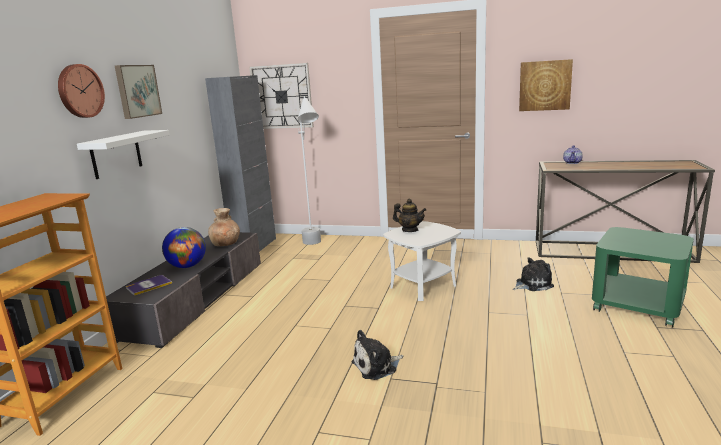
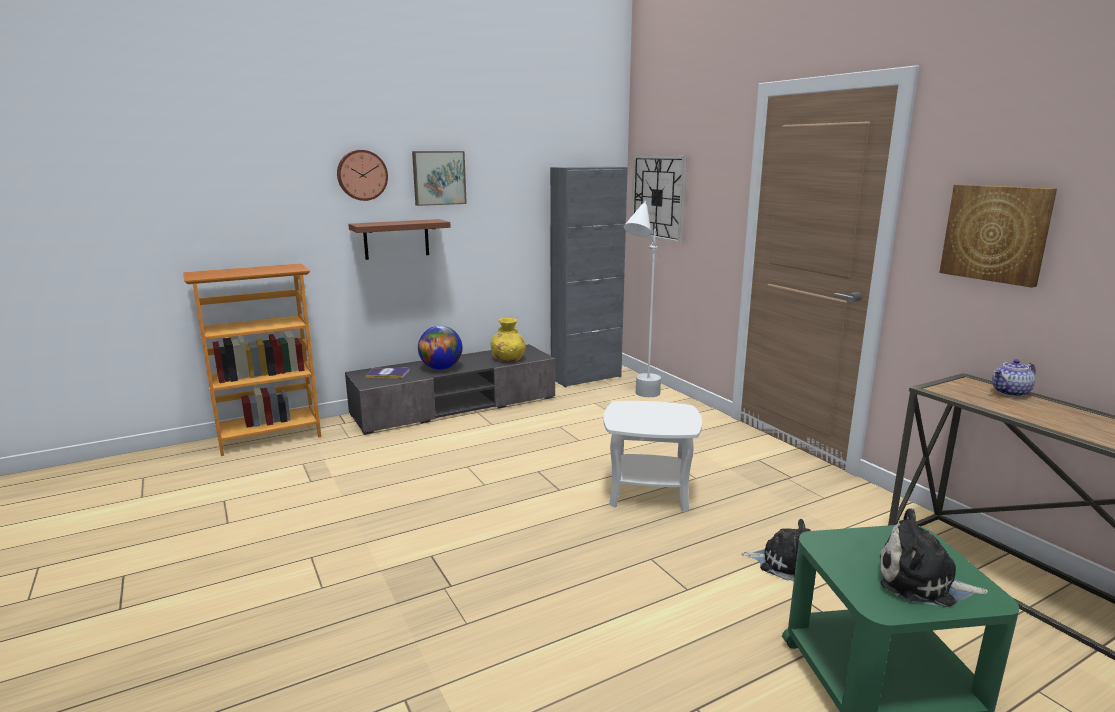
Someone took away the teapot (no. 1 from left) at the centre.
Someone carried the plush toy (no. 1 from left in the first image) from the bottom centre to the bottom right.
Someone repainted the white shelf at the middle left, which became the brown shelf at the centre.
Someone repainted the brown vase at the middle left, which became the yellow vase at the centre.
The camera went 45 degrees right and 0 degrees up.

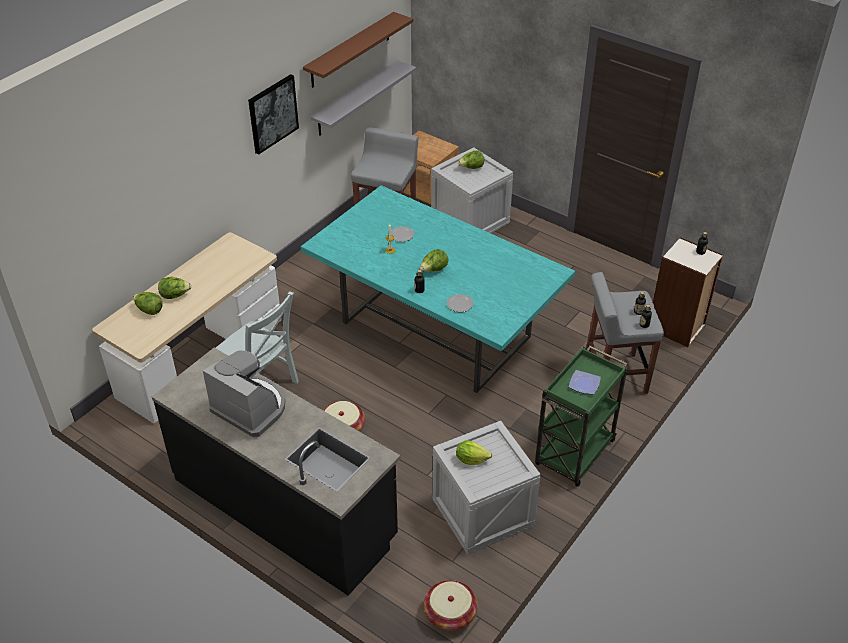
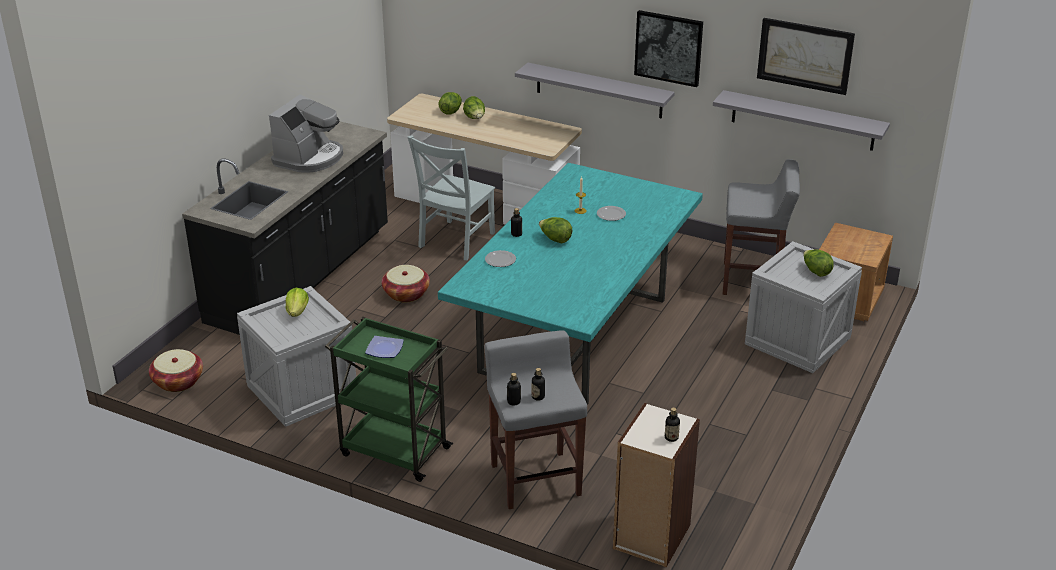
Someone put up the grey shelf (no. 1 from left) at the top centre.
Someone swapped the brown shelf at the top centre for the picture (no. 2 from left) at the top right.
The camera went 80 degrees right and 10 degrees down.

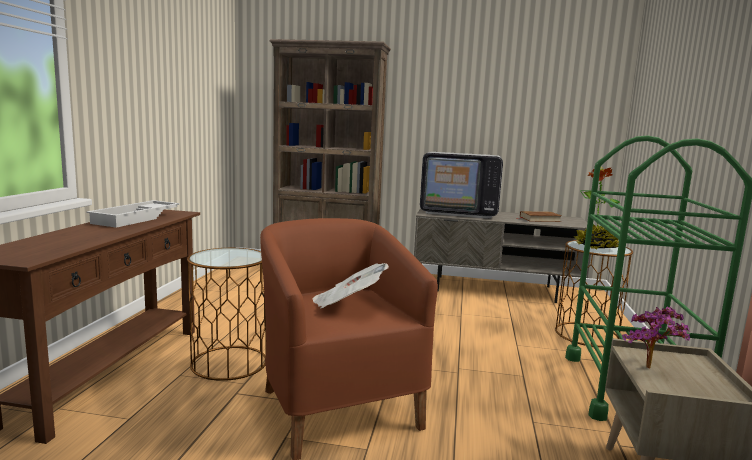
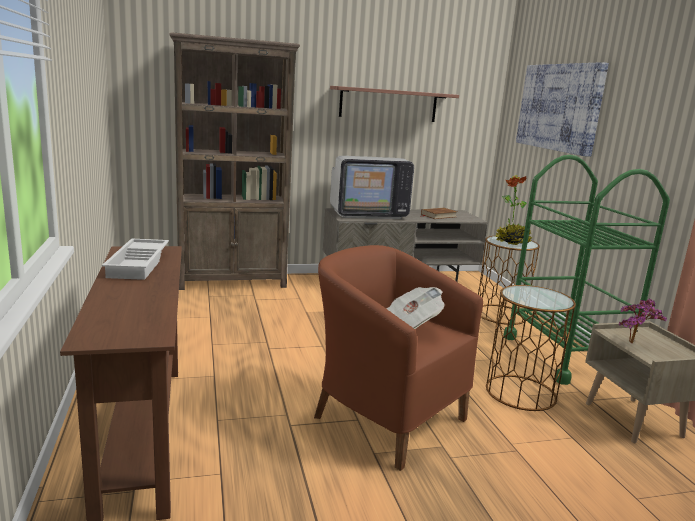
Someone put up the shelf at the top centre.
Someone put up the picture at the top right.
Someone carried the brown side table (no. 1 from left in the first image) from the bottom left to the bottom right.
The camera went 25 degrees left and 5 degrees up.

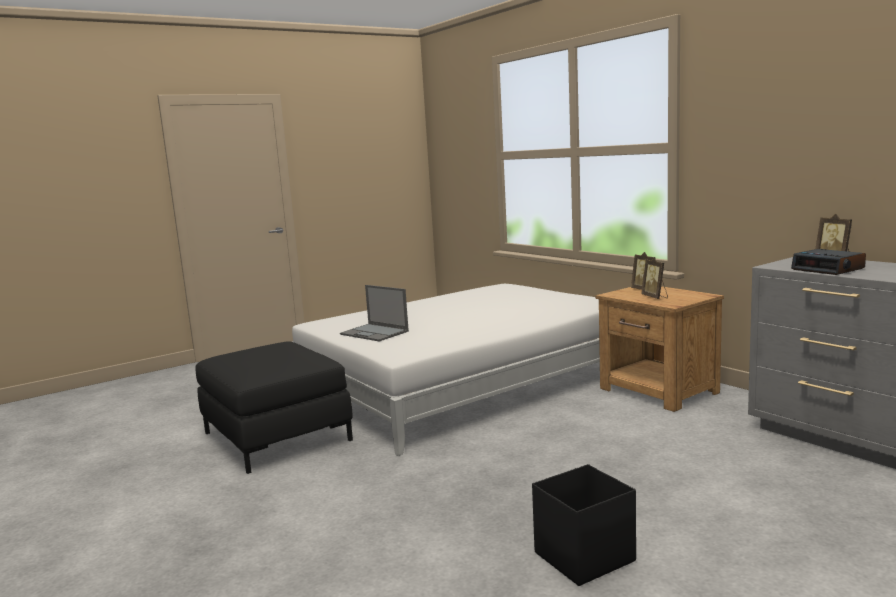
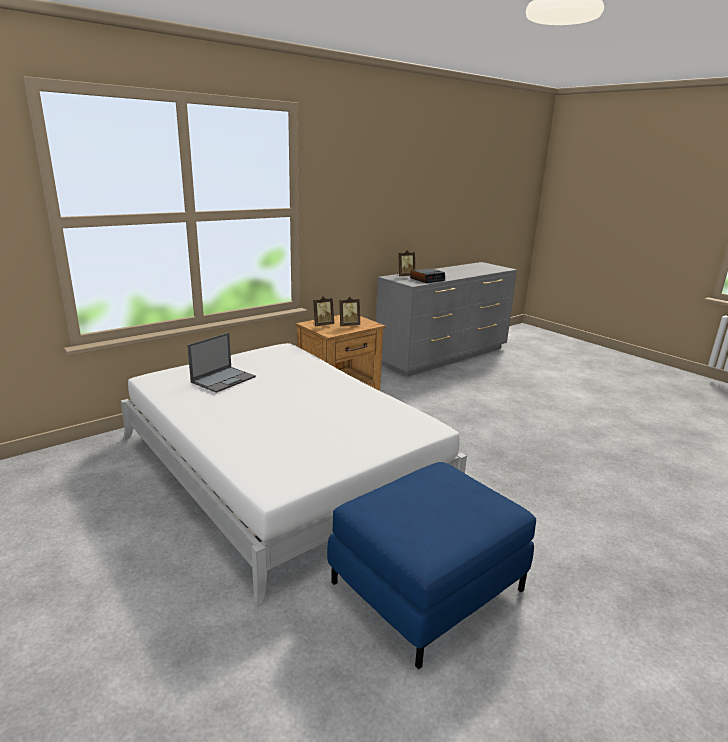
Someone took away the black storage box at the bottom centre.
Someone carried the laptop from the centre to the middle left.
Someone repainted the black ottoman at the bottom left, which became the blue ottoman at the bottom centre.
The camera went 95 degrees left and 10 degrees up.

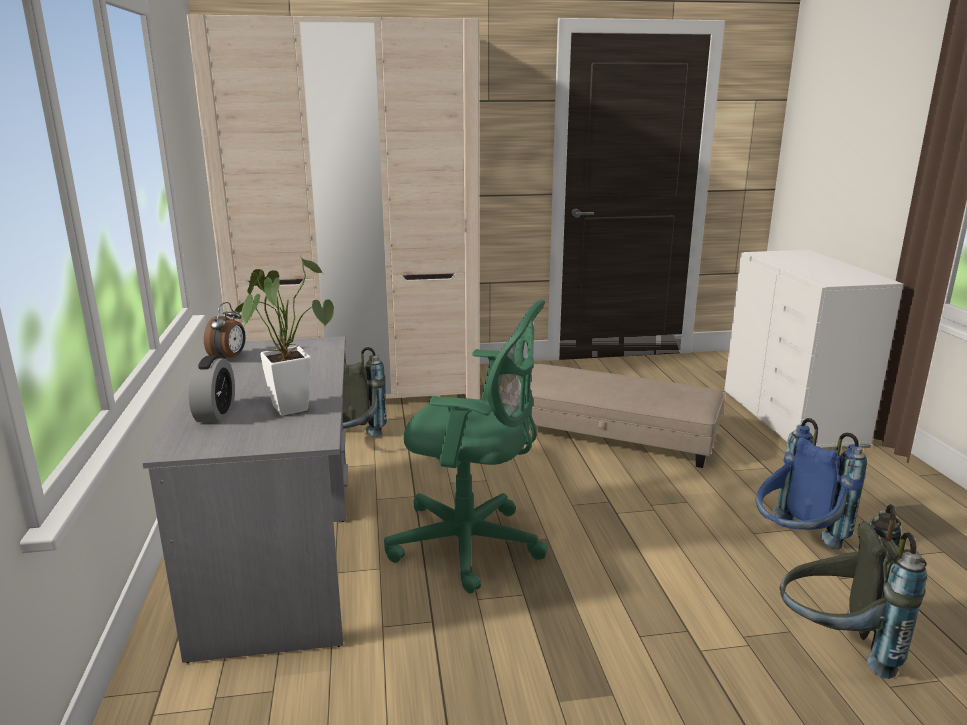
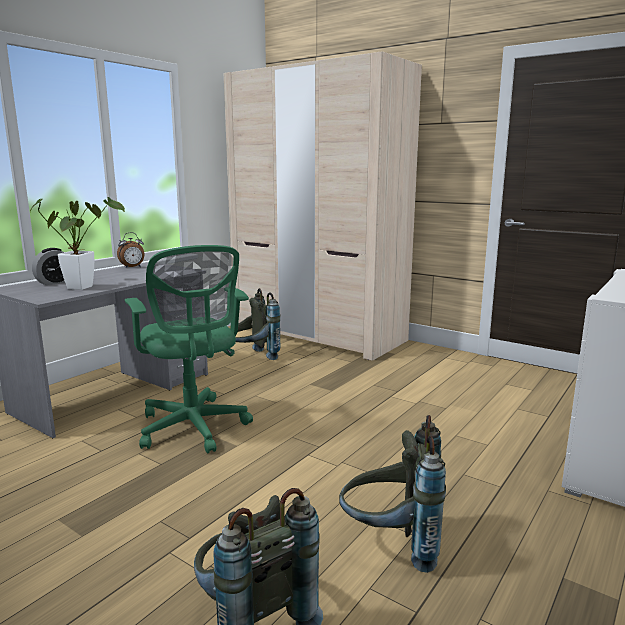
Someone took away the beige ottoman at the centre.
Someone repainted the blue backpack at the bottom right, which became the grey backpack (no. 3 from left) at the bottom centre.
The camera went 45 degrees right and 5 degrees down.

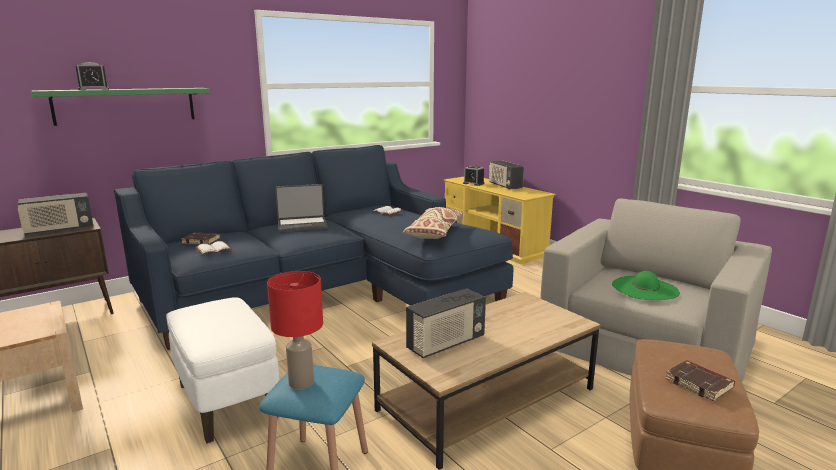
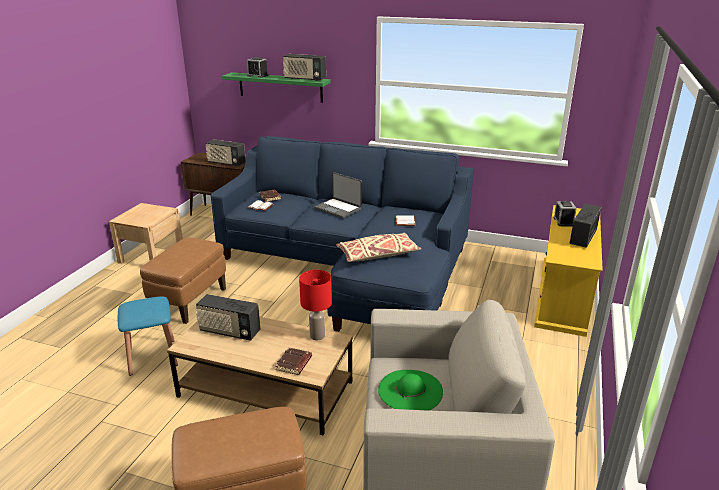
Someone put down the radio (no. 3 from left) at the top centre.
Someone carried the red table lamp from the bottom centre to the centre.
Someone carried the brown book (no. 2 from left) from the bottom right to the bottom centre.
Someone repainted the white ottoman at the bottom left, which became the brown ottoman (no. 1 from left) at the middle left.
The camera went 55 degrees right and 10 degrees up.

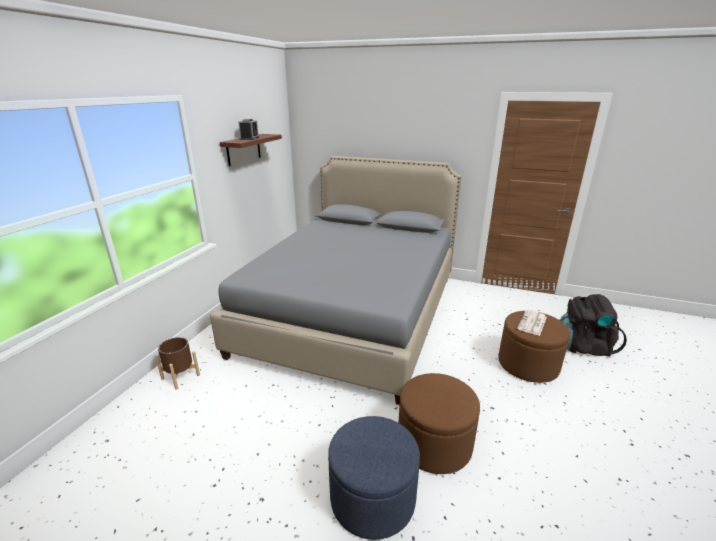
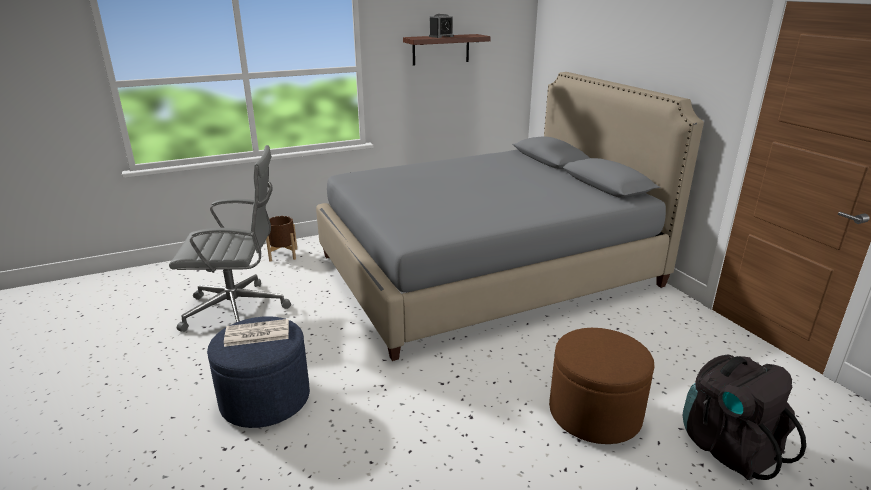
Someone took away the brown ottoman (no. 1 from left) at the bottom centre.
Someone put down the grey office chair at the middle left.
Someone carried the newspaper from the middle right to the bottom left.
The camera went 45 degrees right and 0 degrees up.

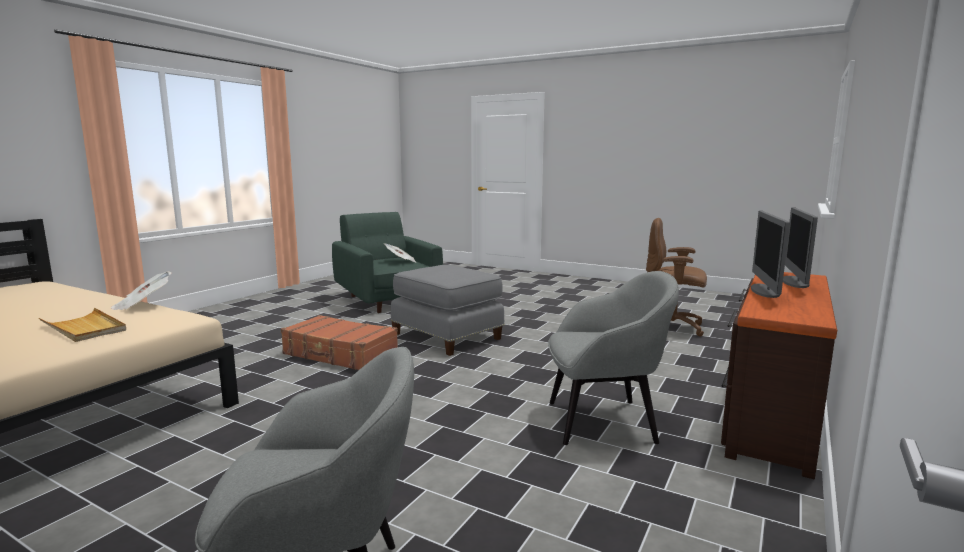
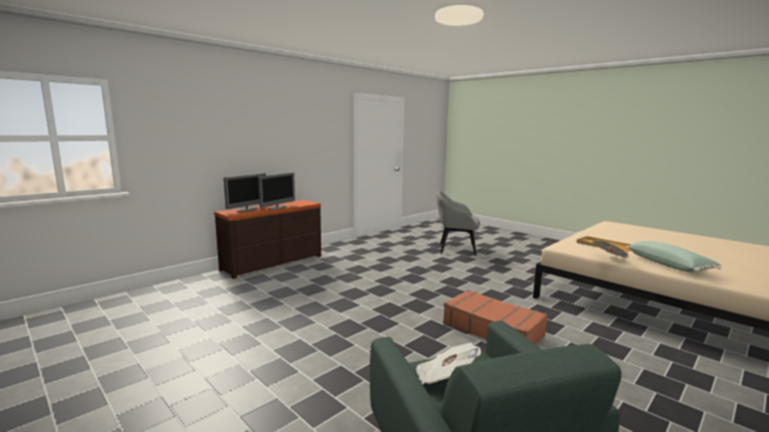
Someone took away the grey ottoman at the centre.
Someone took away the grey armchair (no. 2 from left) at the centre.
Someone took away the brown office chair at the middle right.
Someone put down the green pillow at the middle right.
The camera went 165 degrees left and 0 degrees up.

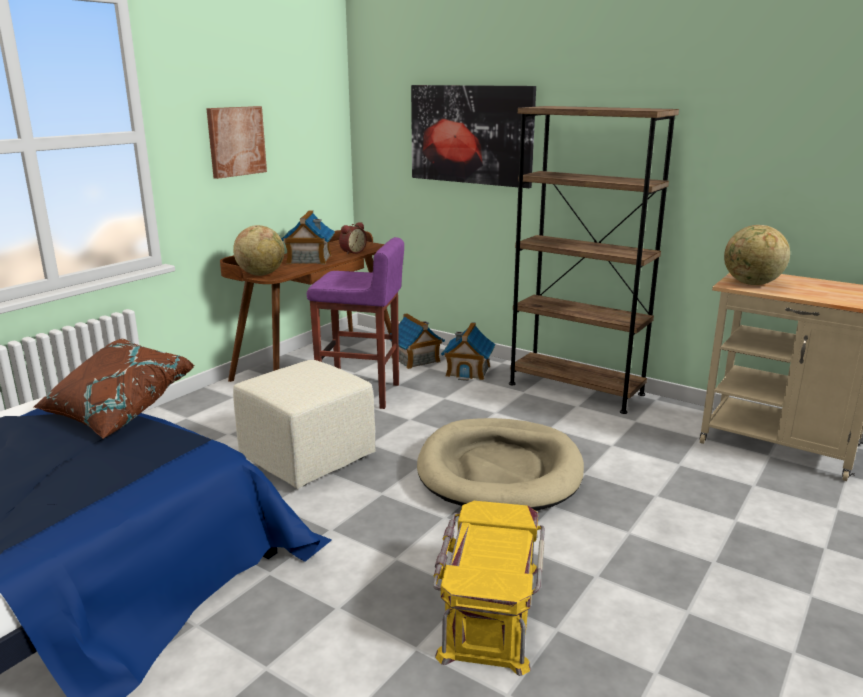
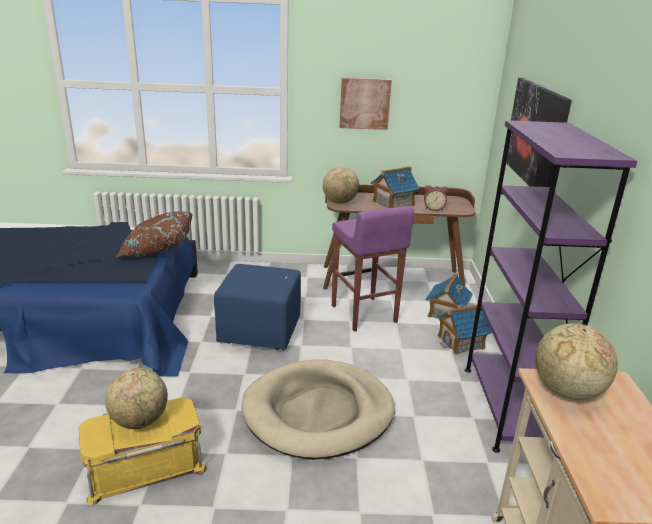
Someone put down the globe (no. 1 from left) at the bottom left.
Someone repainted the beige ottoman at the centre, which became the blue ottoman at the centre.
Someone repainted the brown bookcase at the middle right, which became the purple bookcase at the middle right.
The camera went 55 degrees right and 5 degrees up.

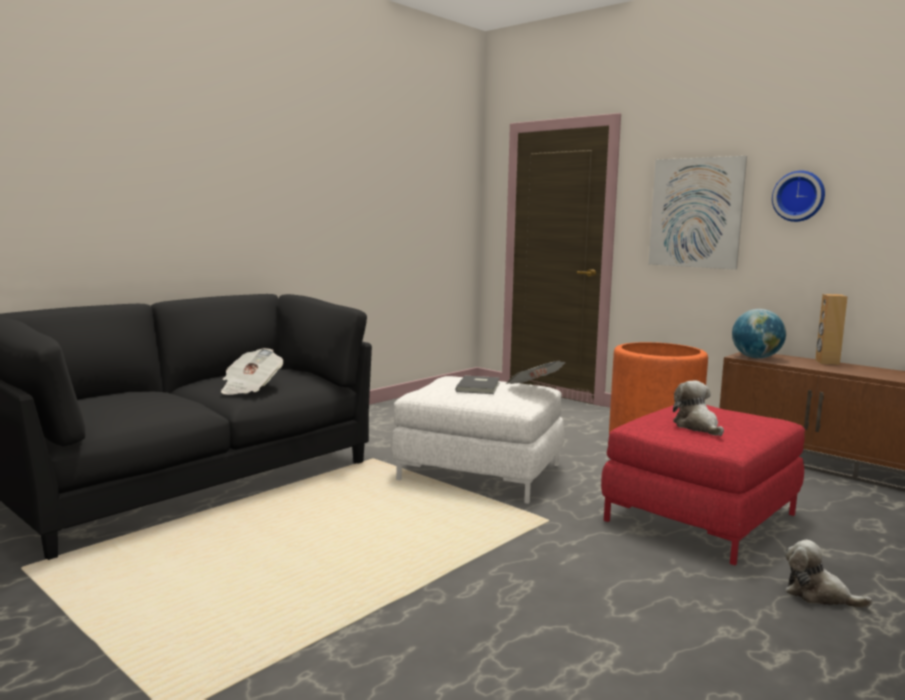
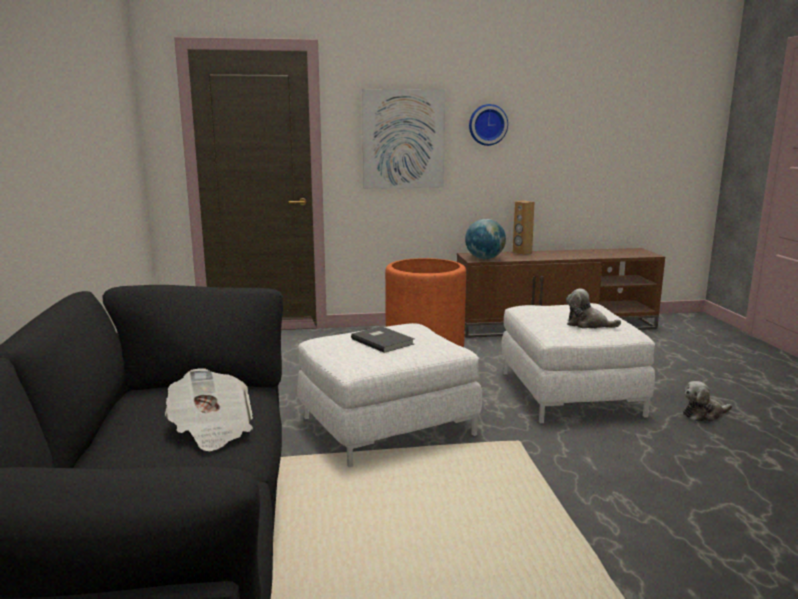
Someone took away the newspaper (no. 2 from left) at the centre.
Someone repainted the red ottoman at the bottom right, which became the white ottoman (no. 2 from left) at the middle right.
The camera went 50 degrees left and 5 degrees up.

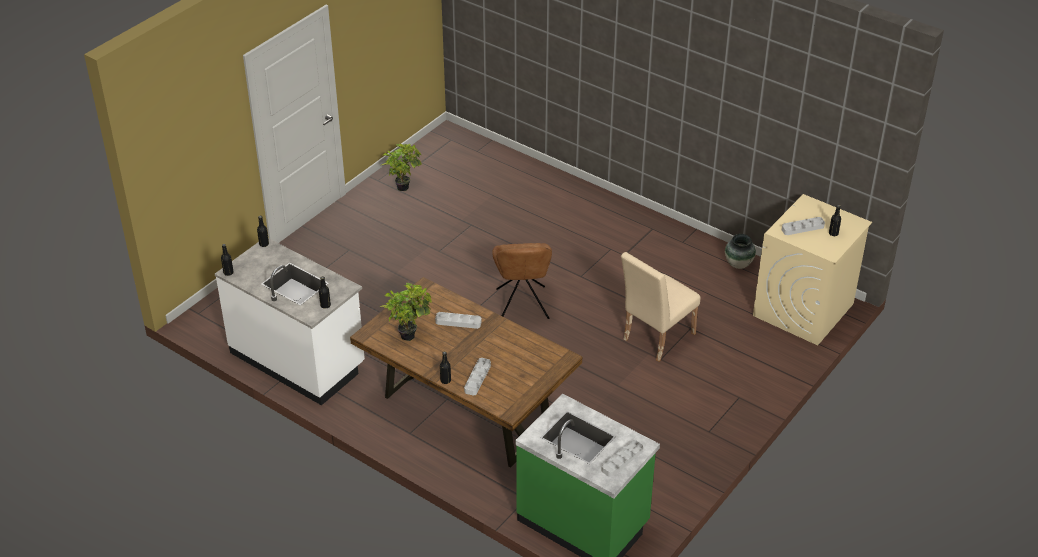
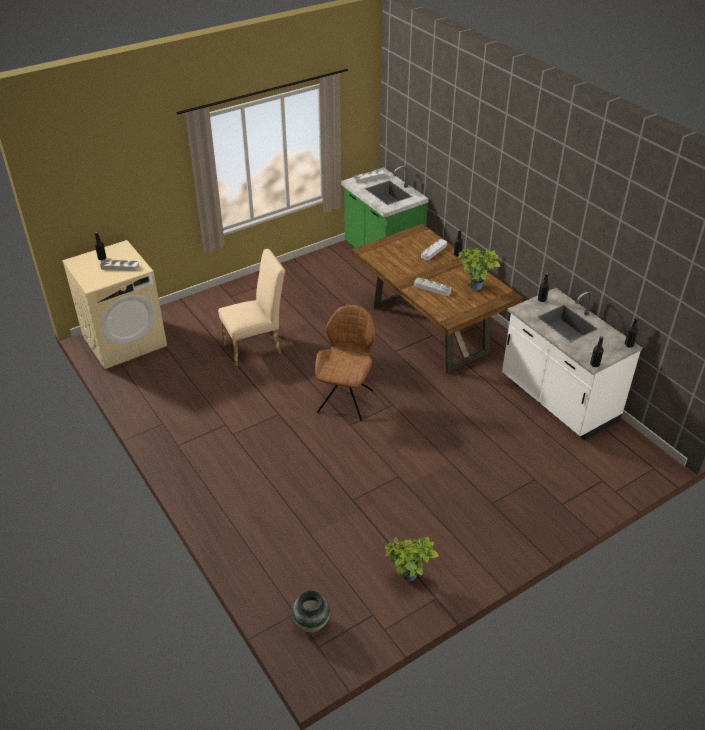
Someone carried the vase from the middle right to the bottom centre.
The camera went 160 degrees left and 0 degrees up.

